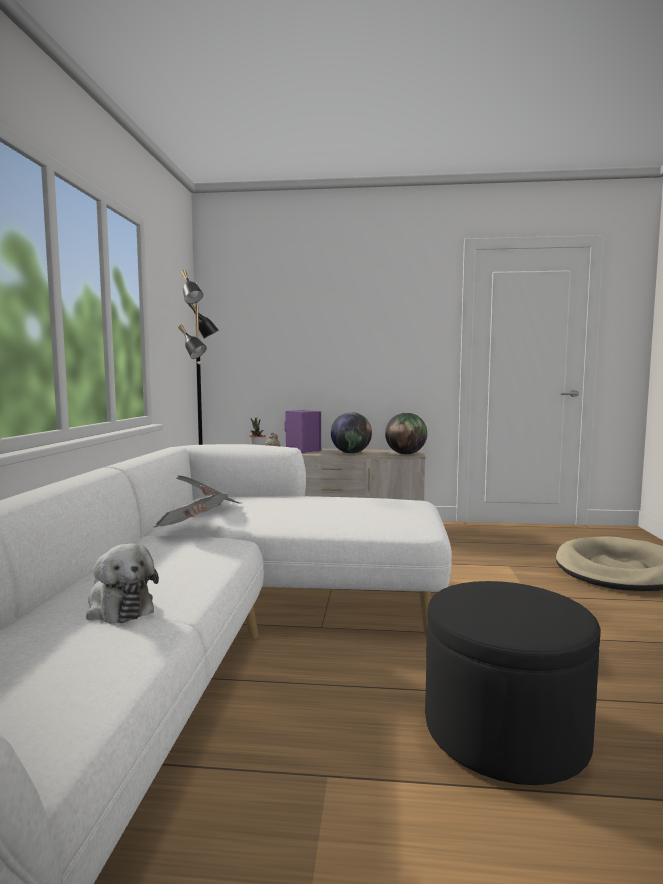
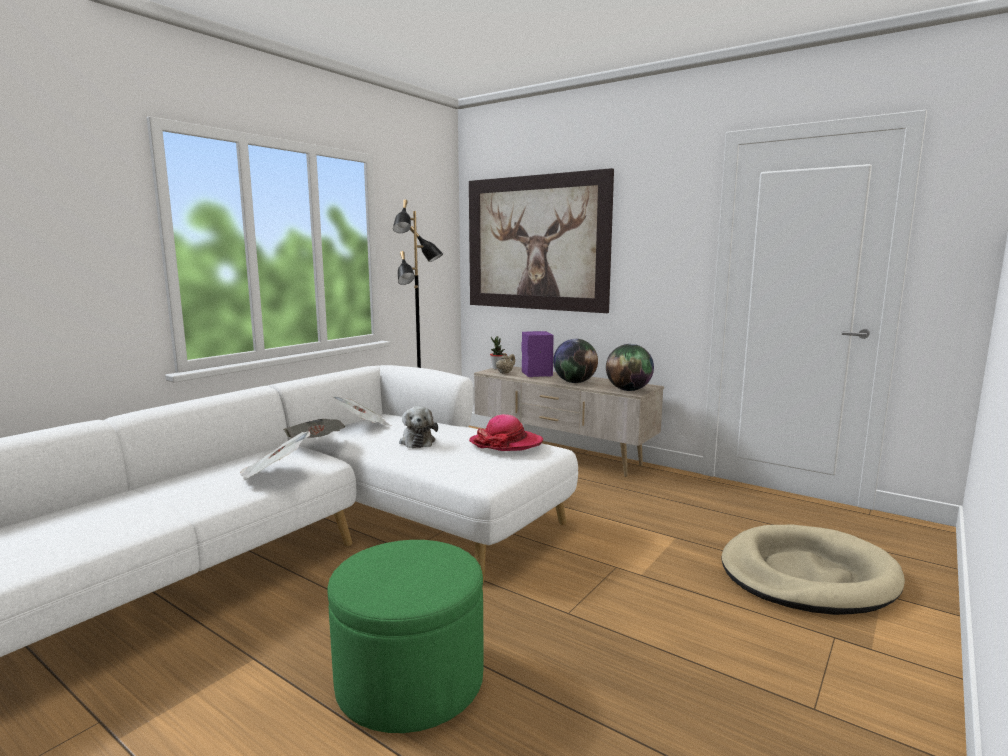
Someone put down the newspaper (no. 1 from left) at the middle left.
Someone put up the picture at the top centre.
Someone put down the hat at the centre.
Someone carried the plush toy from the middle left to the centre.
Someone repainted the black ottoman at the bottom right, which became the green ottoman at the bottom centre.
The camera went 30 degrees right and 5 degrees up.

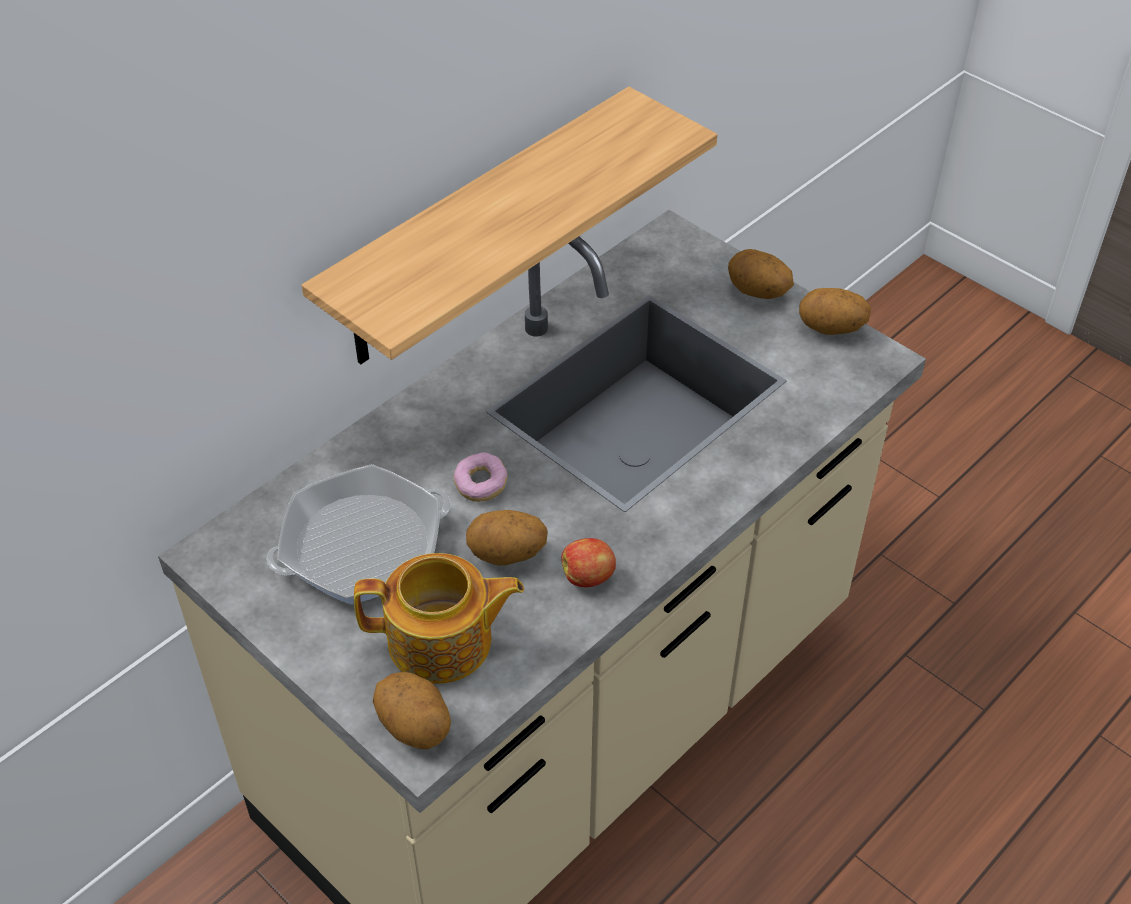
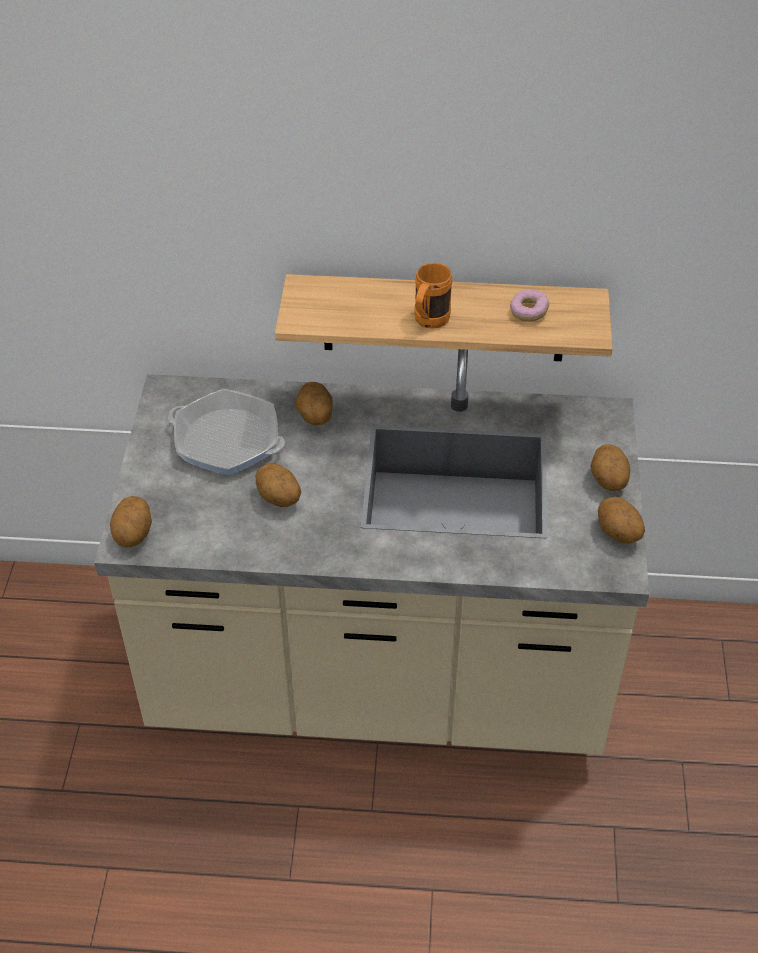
Someone took away the teapot at the bottom centre.
Someone took away the apple at the centre.
Someone put down the potato (no. 3 from left) at the centre.
Someone put down the orange mug at the top centre.
Someone carried the donut from the centre to the top right.
The camera went 50 degrees right and 0 degrees up.

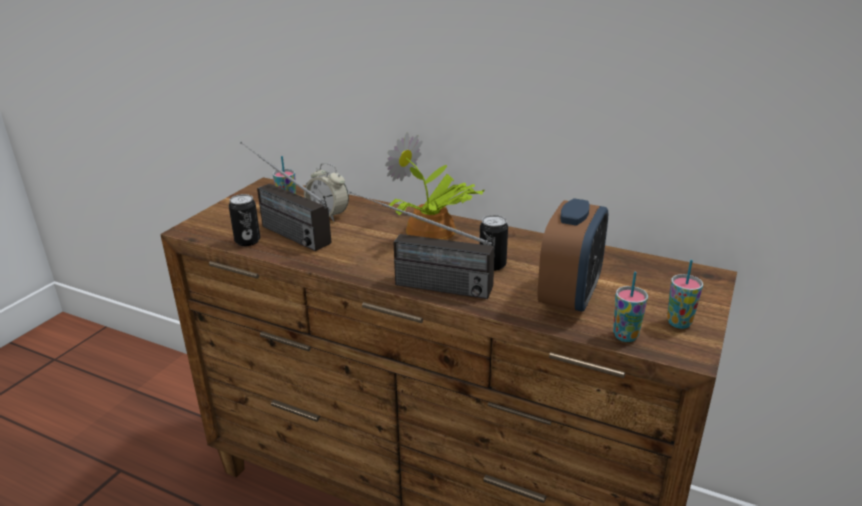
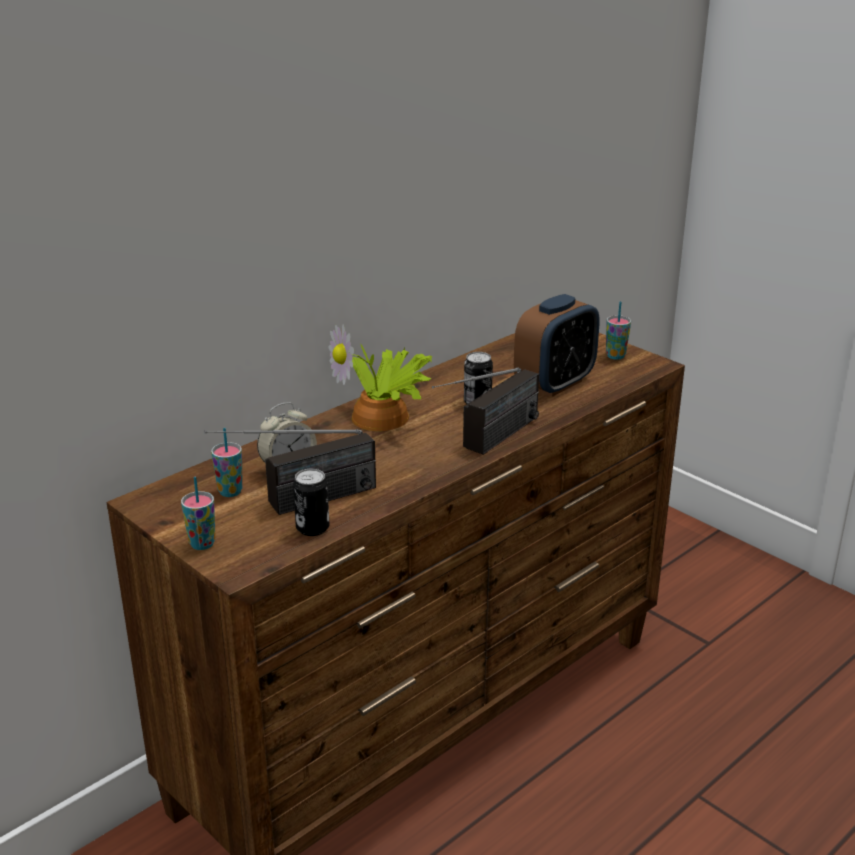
Someone carried the cup (no. 2 from left in the first image) from the middle right to the middle left.
Someone rotated the alarm clock (no. 2 from left) at the centre by 90 degrees clockwise.
The camera went 70 degrees left and 0 degrees up.

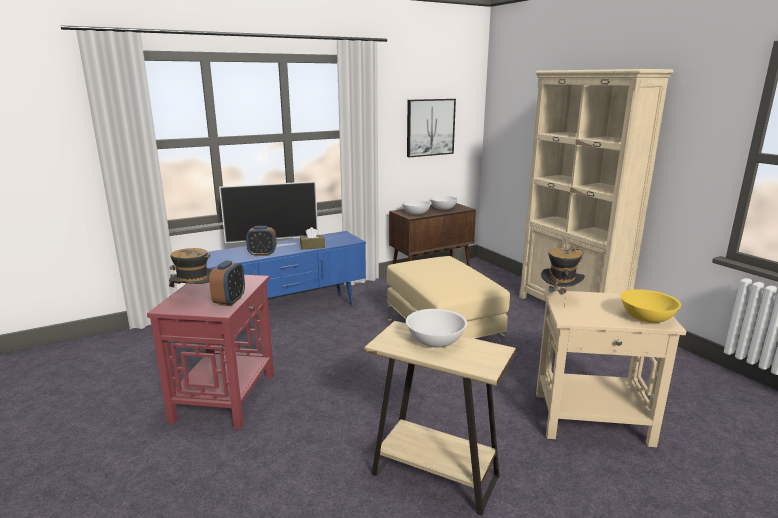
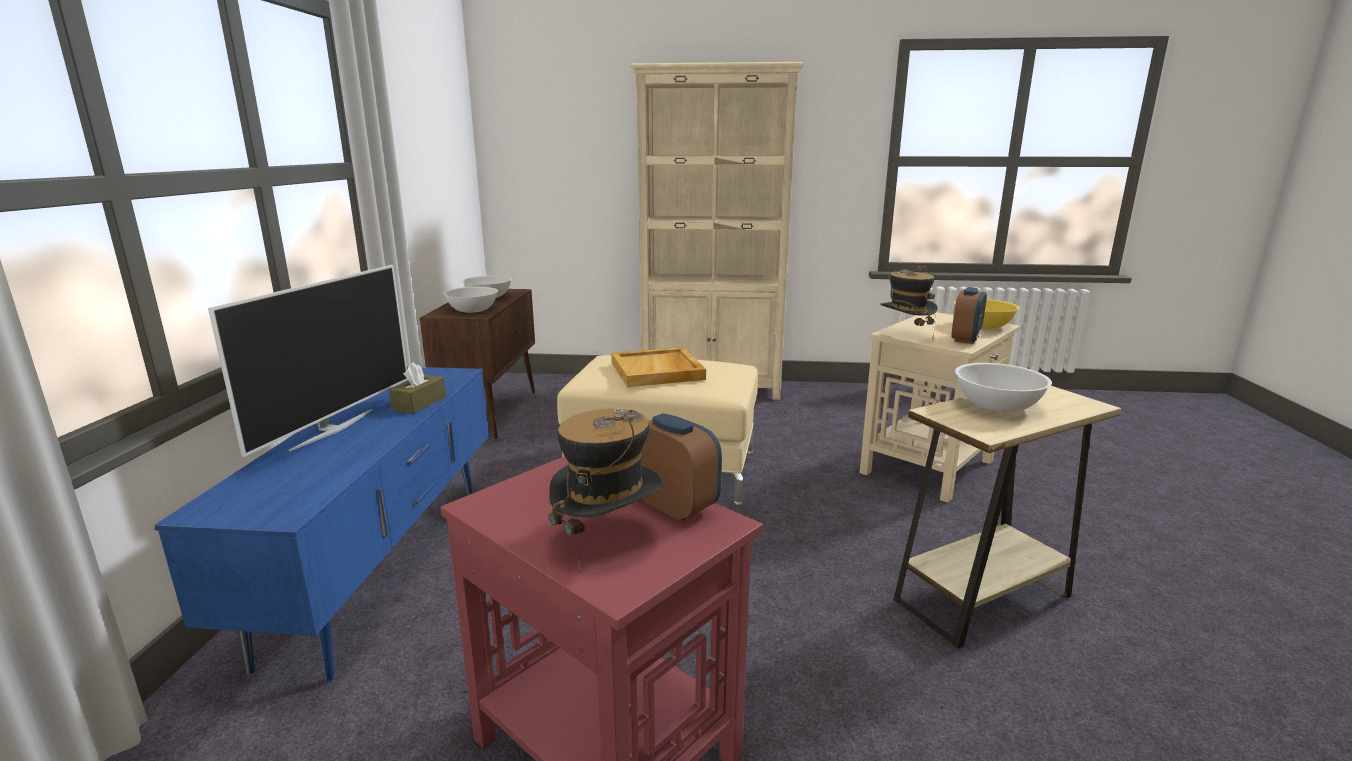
Someone took away the picture at the top centre.
Someone put down the beige tray at the centre.
Someone carried the alarm clock (no. 2 from left) from the centre to the middle right.
The camera went 55 degrees left and 0 degrees up.

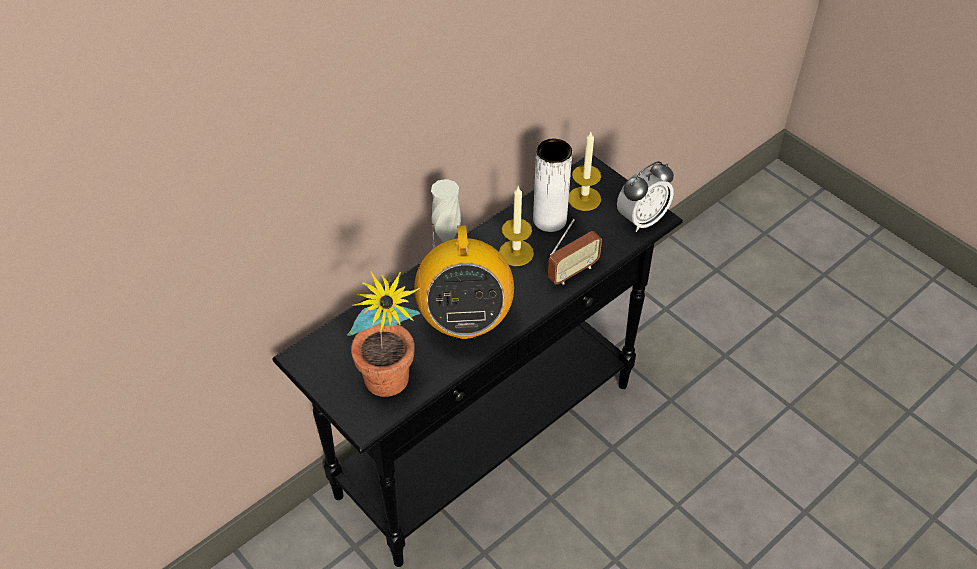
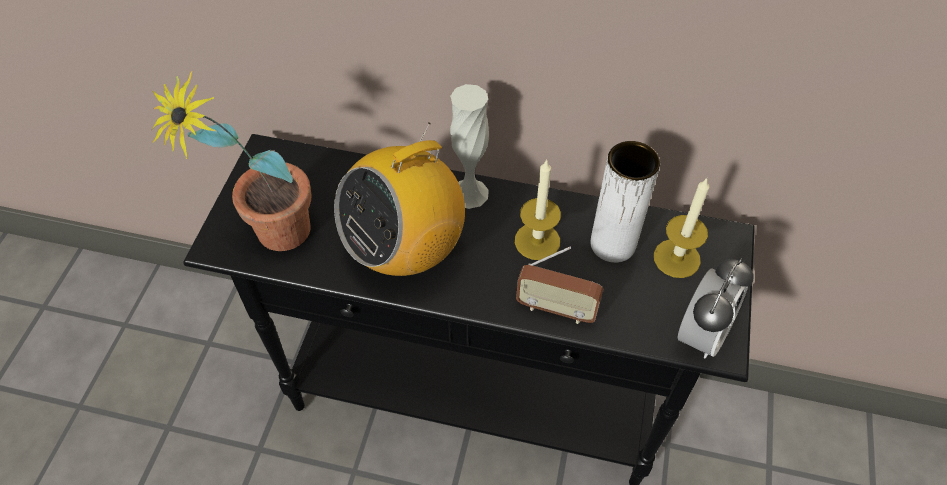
Someone rotated the alarm clock at the centre by 75 degrees counterclockwise.
The camera went 55 degrees right and 5 degrees up.

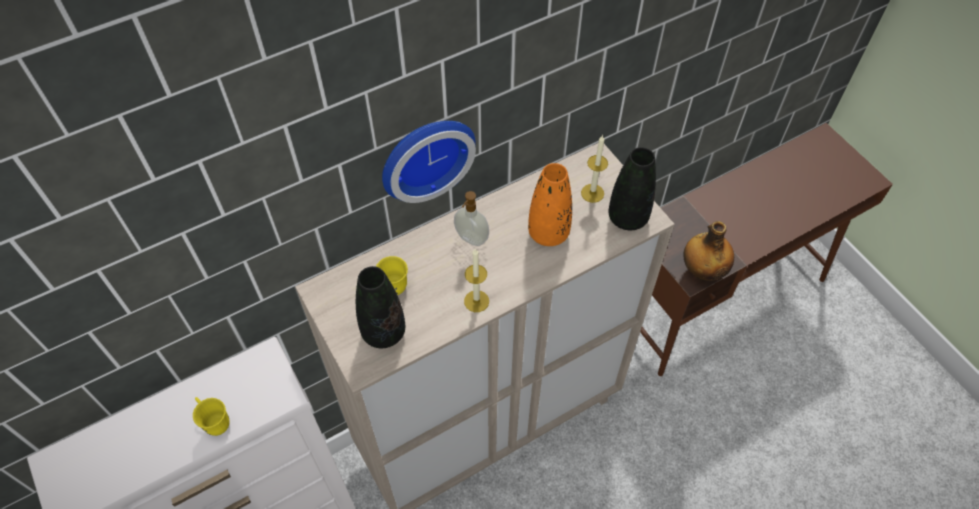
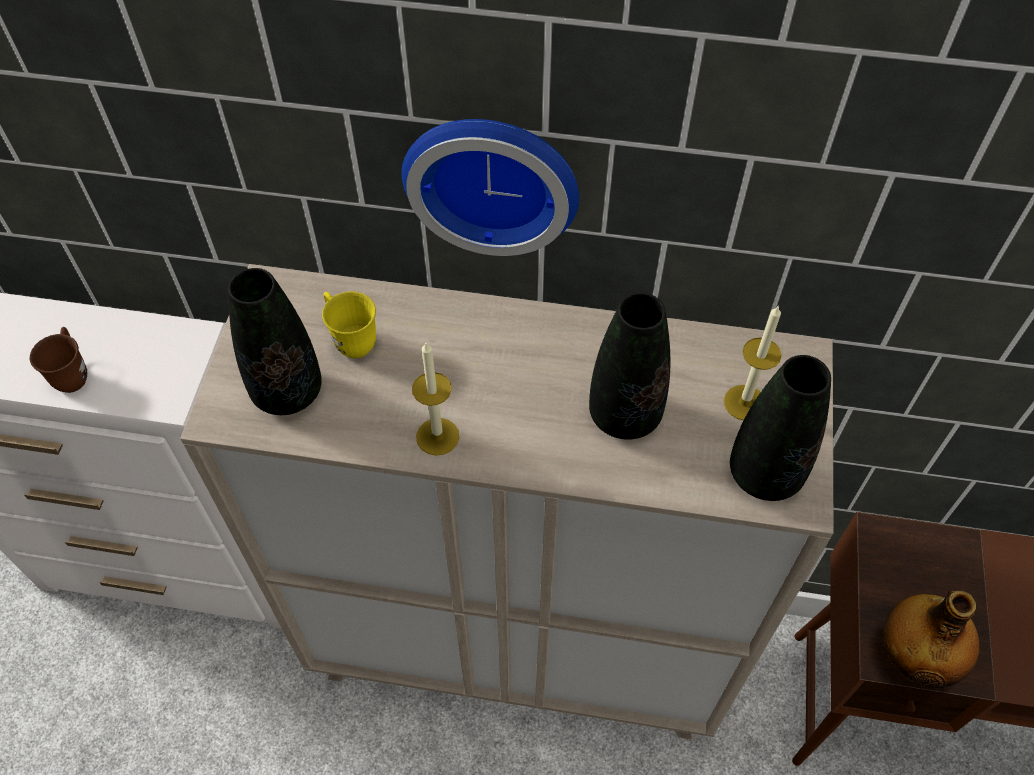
Someone took away the soap dispenser at the centre.
Someone repainted the yellow mug (no. 1 from left) at the bottom left, which became the brown mug at the middle left.
Someone repainted the orange vase at the centre, which became the black vase (no. 2 from left) at the centre.
The camera went 40 degrees right and 0 degrees up.

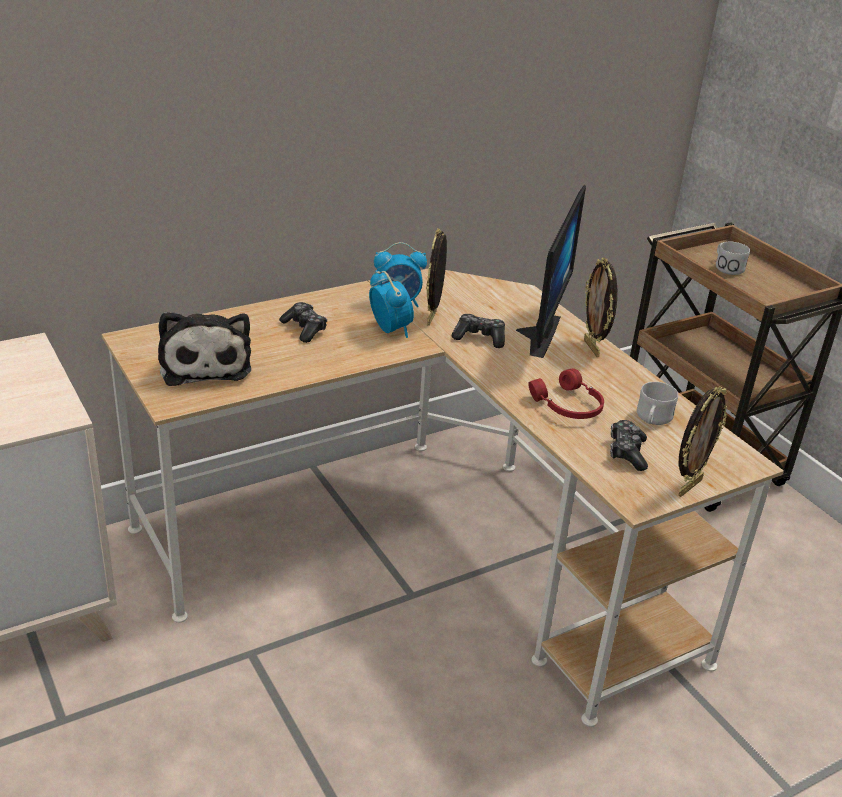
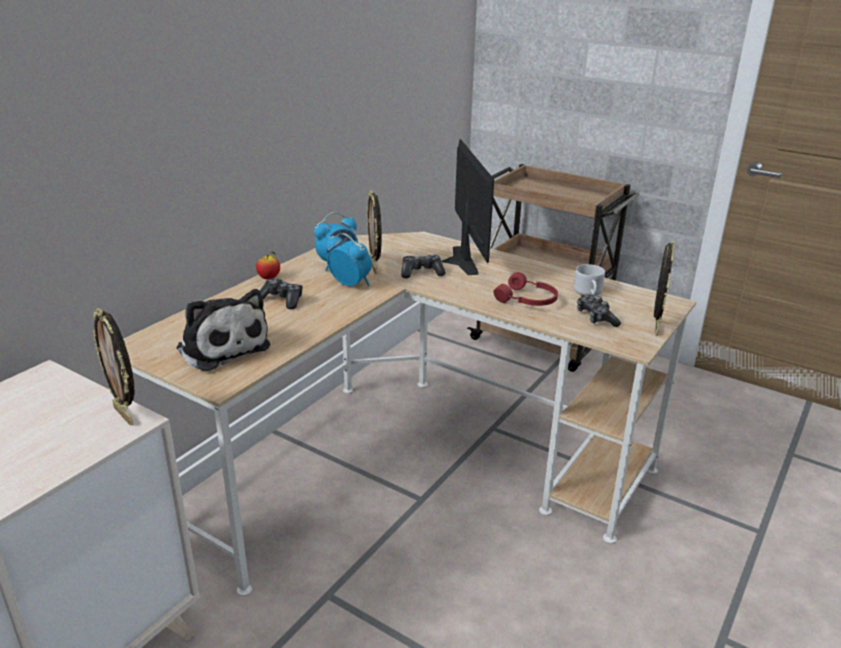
Someone took away the white mug (no. 2 from left) at the top right.
Someone put down the apple at the middle left.
Someone carried the picture frame (no. 2 from left in the first image) from the middle right to the middle left.
The camera went 25 degrees left and 5 degrees down.

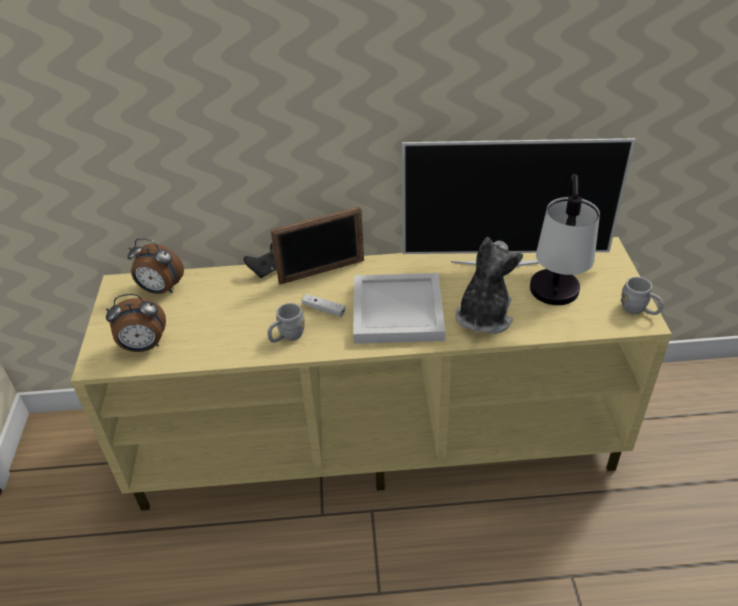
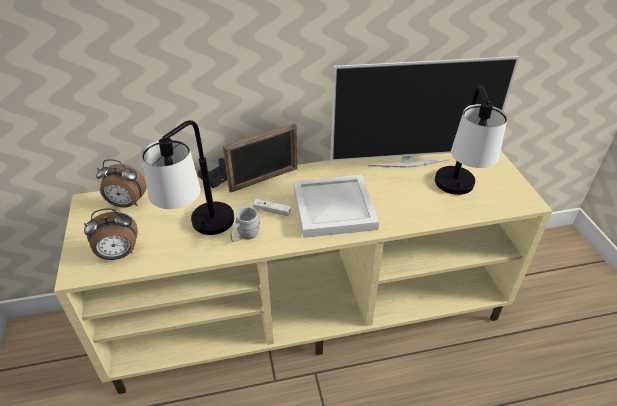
Someone took away the plush toy at the centre.
Someone took away the grey mug (no. 2 from left) at the middle right.
Someone put down the table lamp (no. 1 from left) at the middle left.
The camera went 10 degrees left and 0 degrees up.

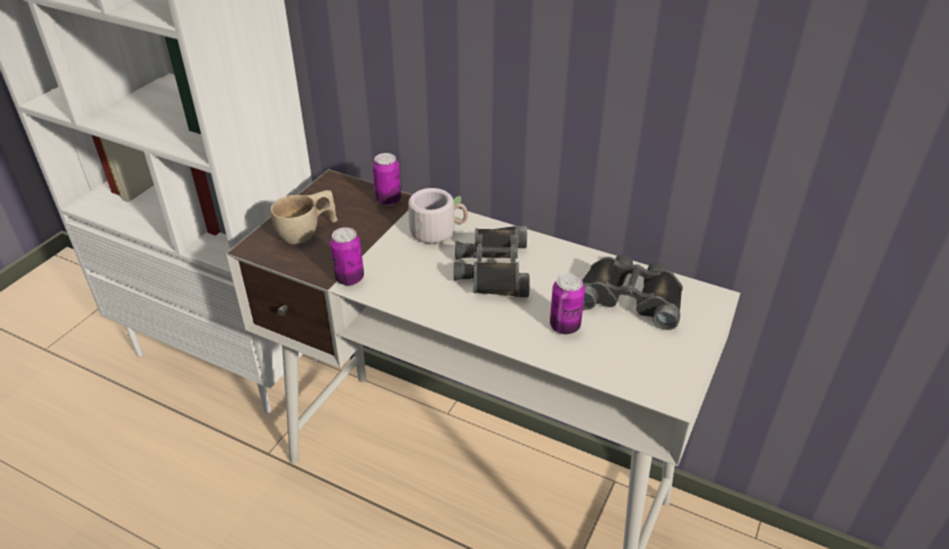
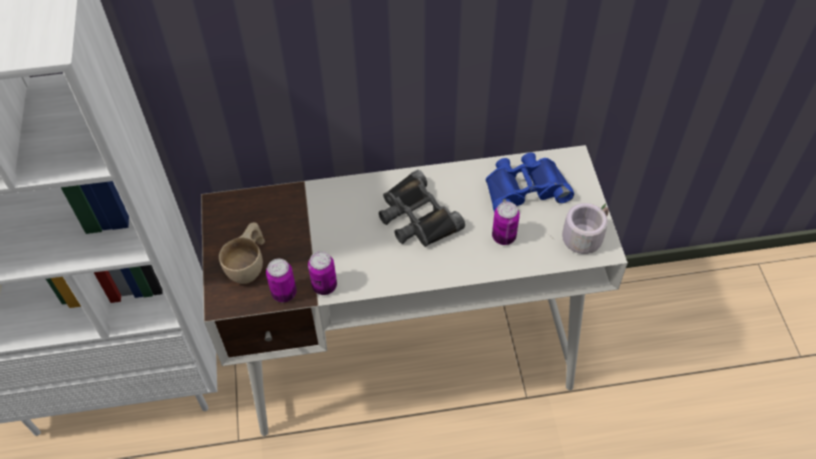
Someone carried the can (no. 2 from left in the first image) from the top centre to the centre.
Someone carried the grey mug from the centre to the middle right.
Someone repainted the black binoculars (no. 2 from left) at the centre, which became the blue binoculars at the centre.
The camera went 35 degrees left and 15 degrees up.

